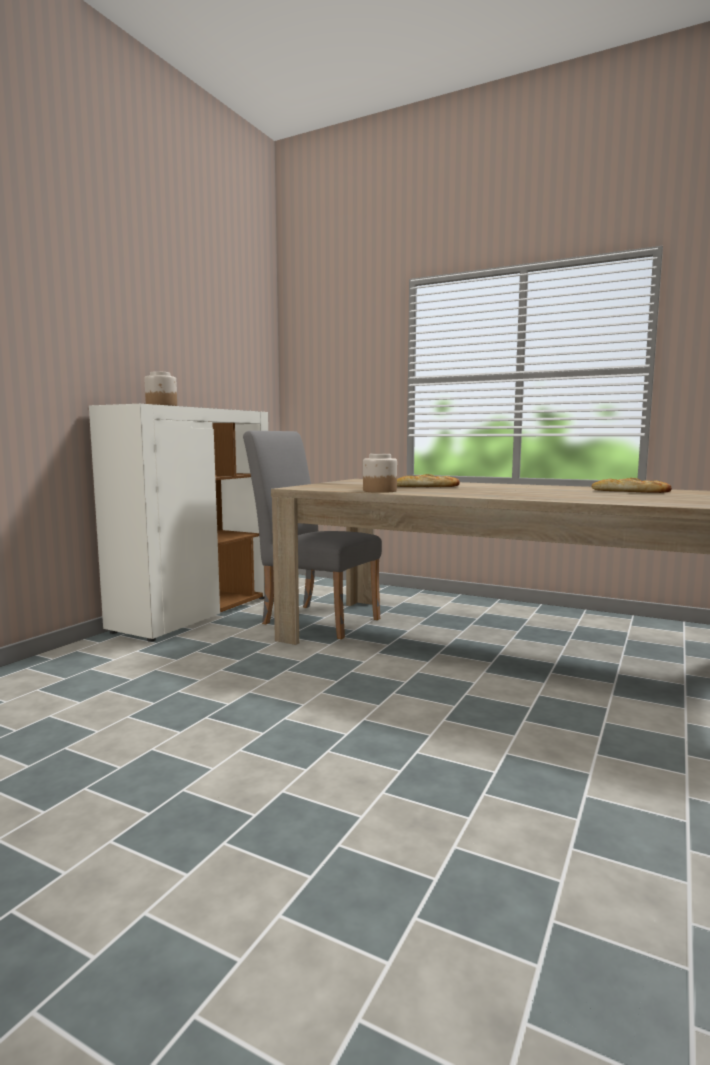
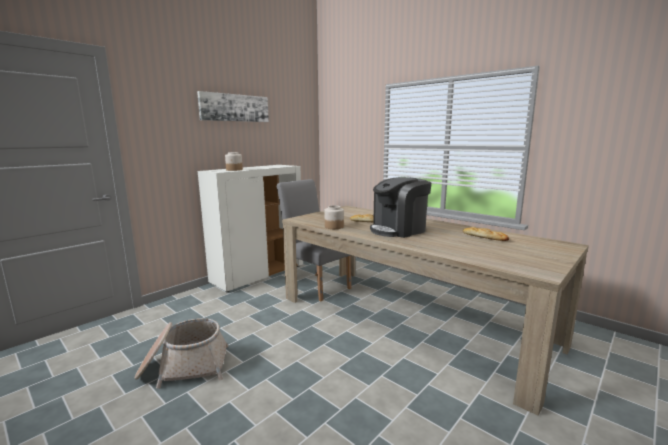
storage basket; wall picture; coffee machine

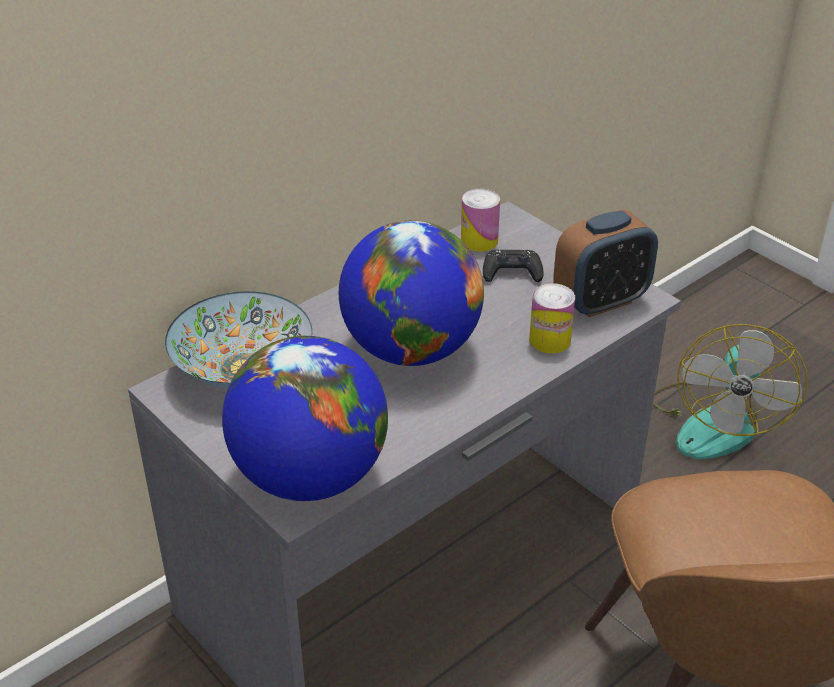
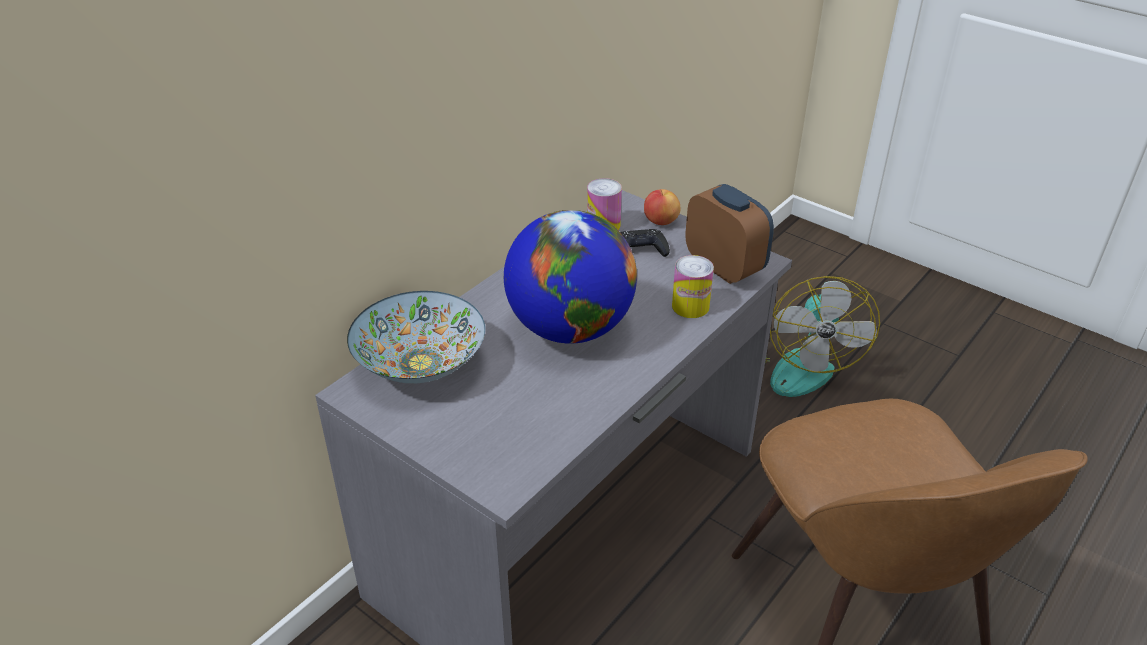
desk globe (1st from left in the first image); alarm clock; apple

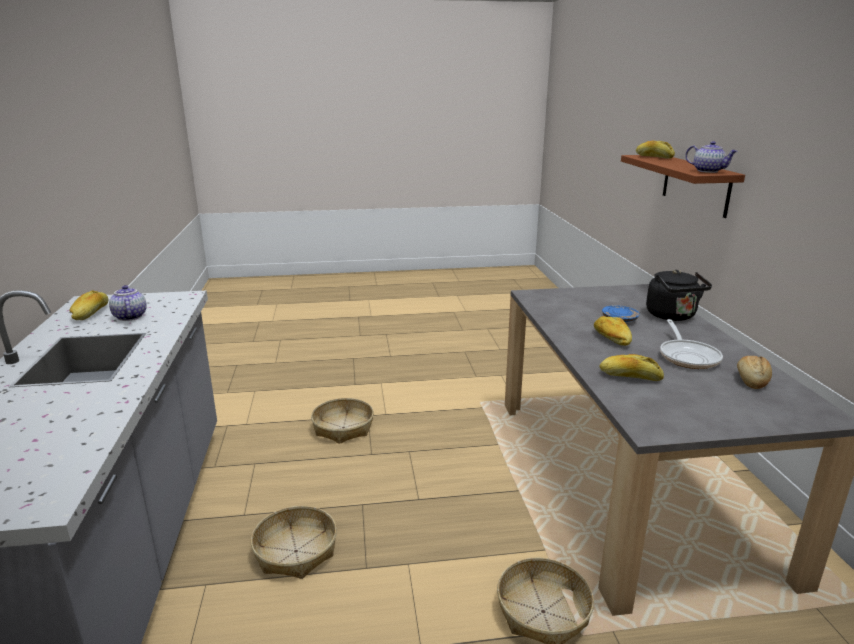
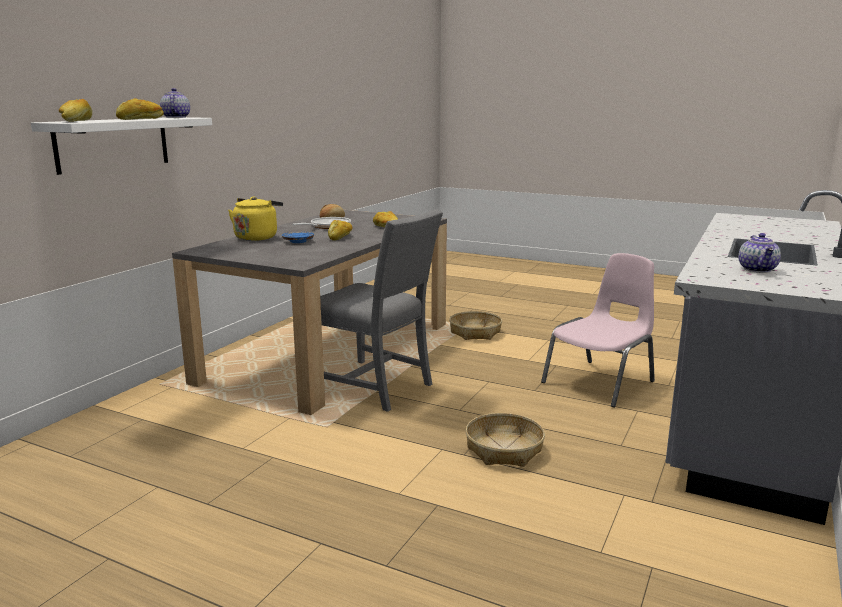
baked bread (2nd from left); pinkish chair; whitish wall shelf; yellow kettle; greyish chair

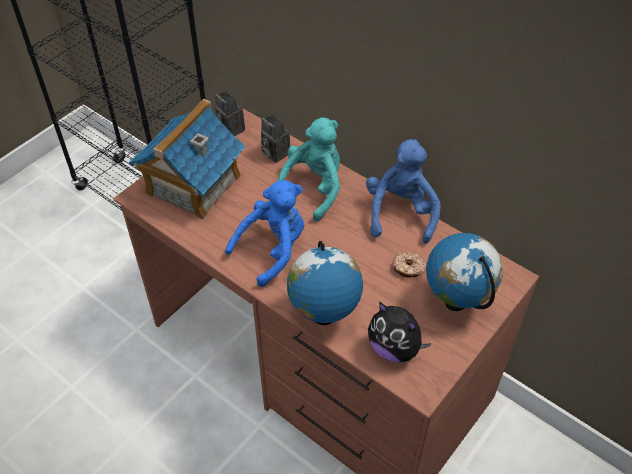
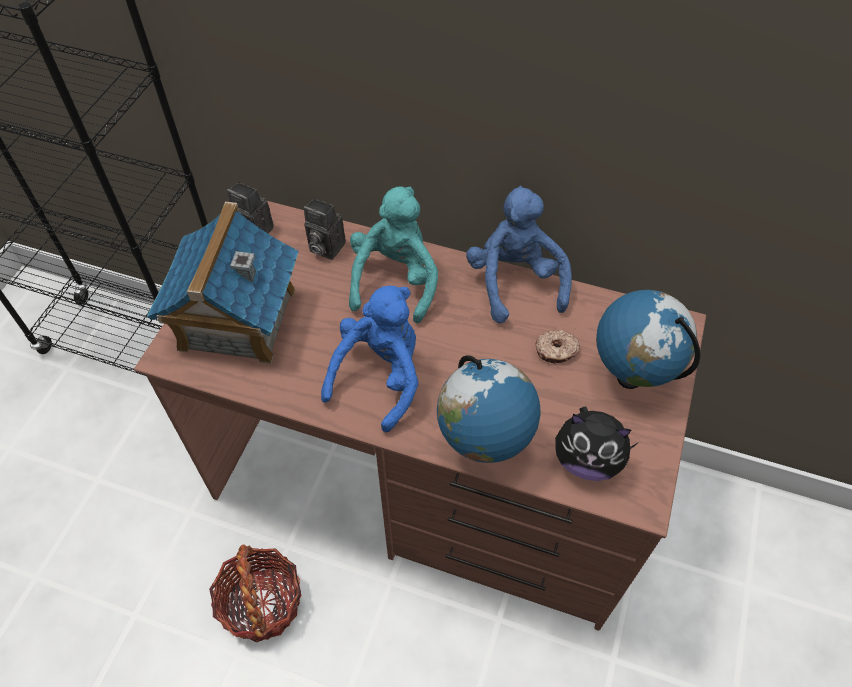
storage basket

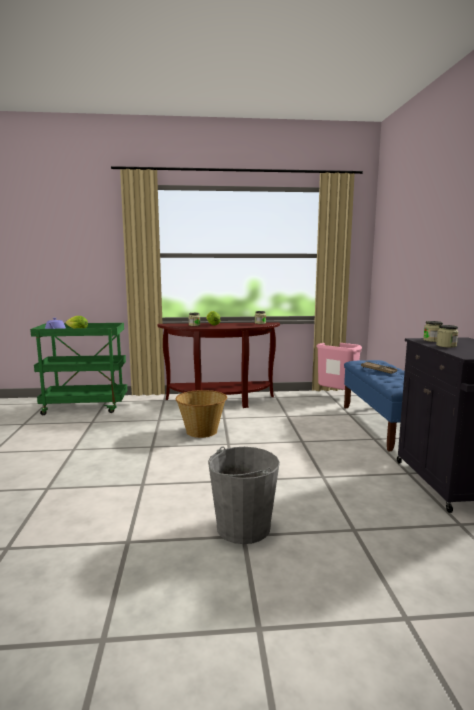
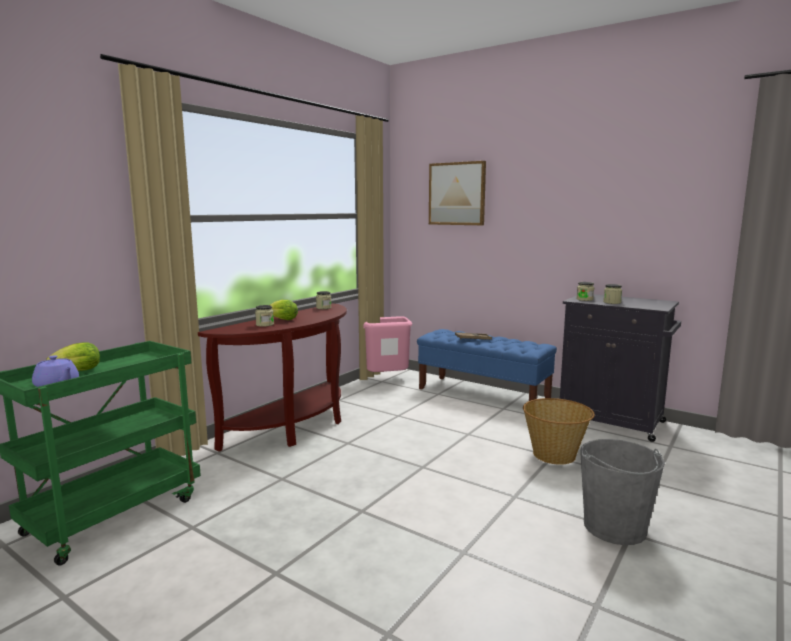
storage basket; wall picture

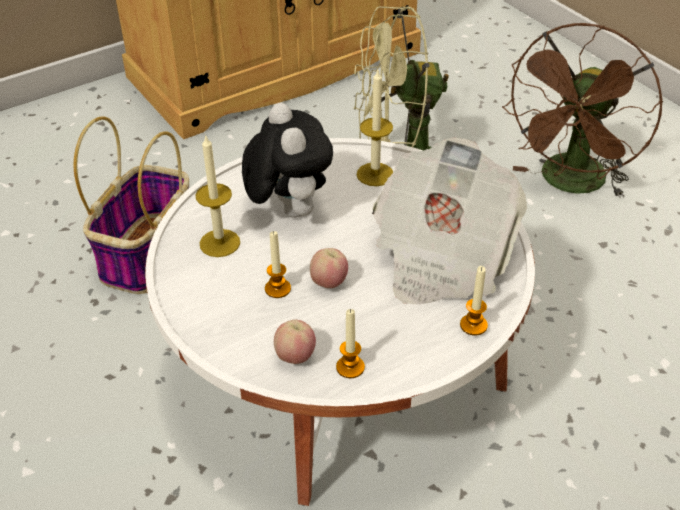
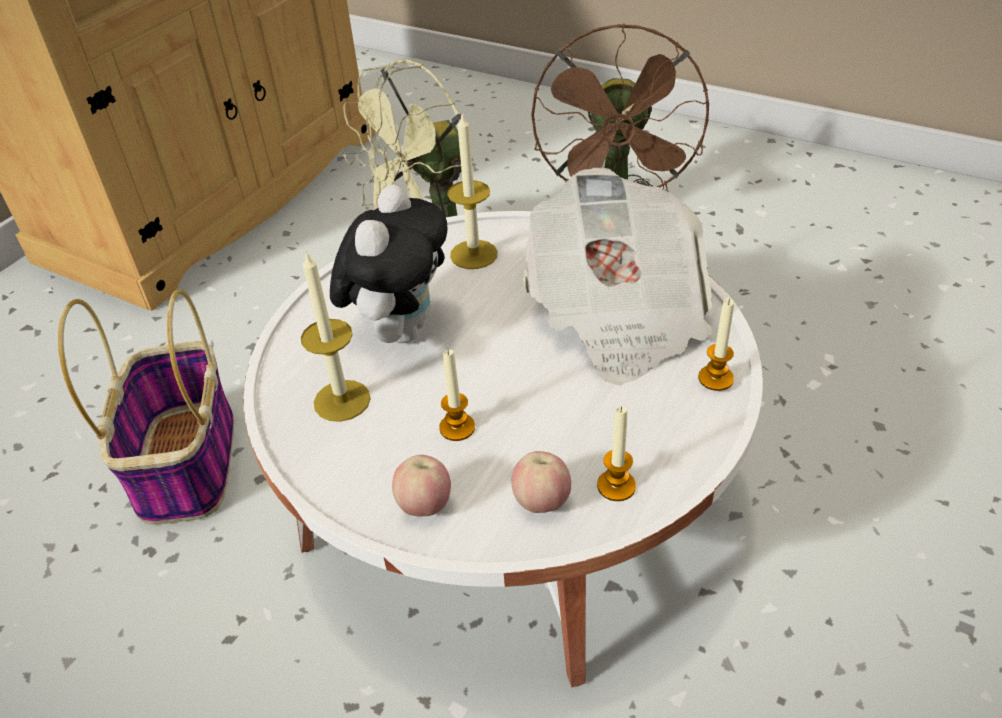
soft toy; apple (1st from left)

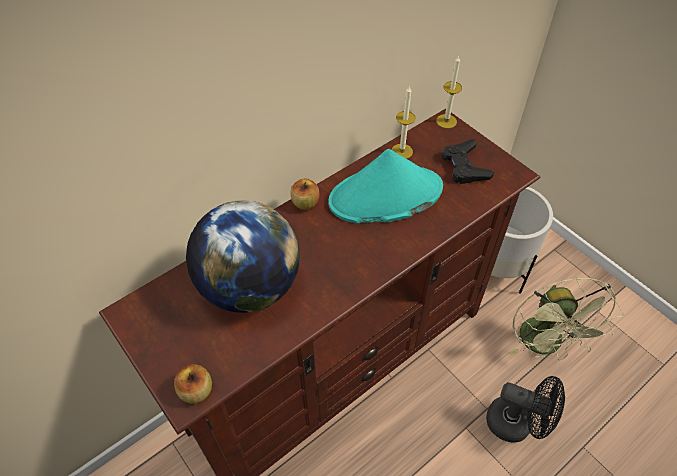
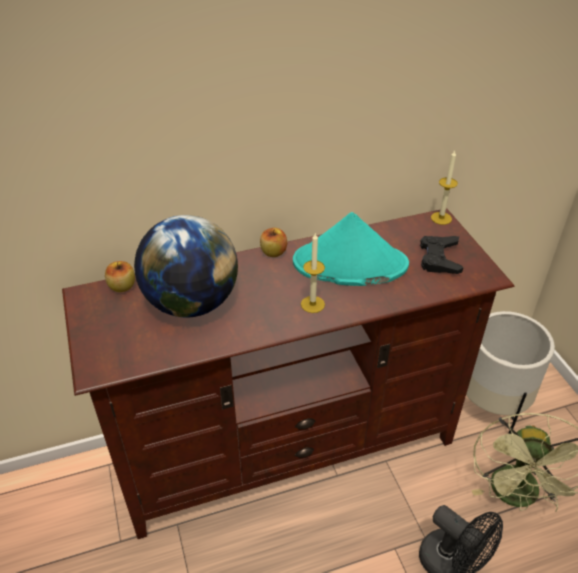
apple (1st from left); wax candle (1st from left)

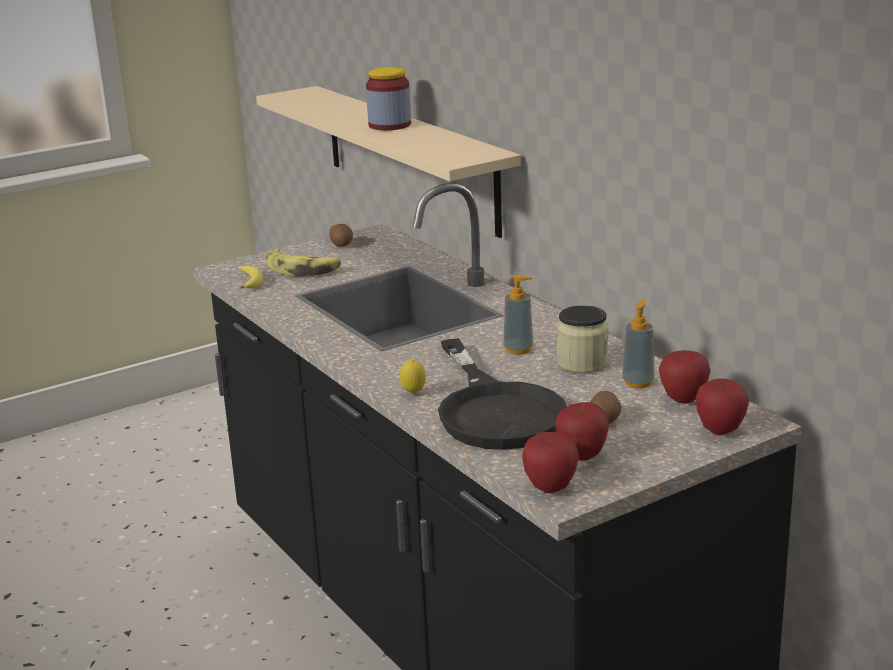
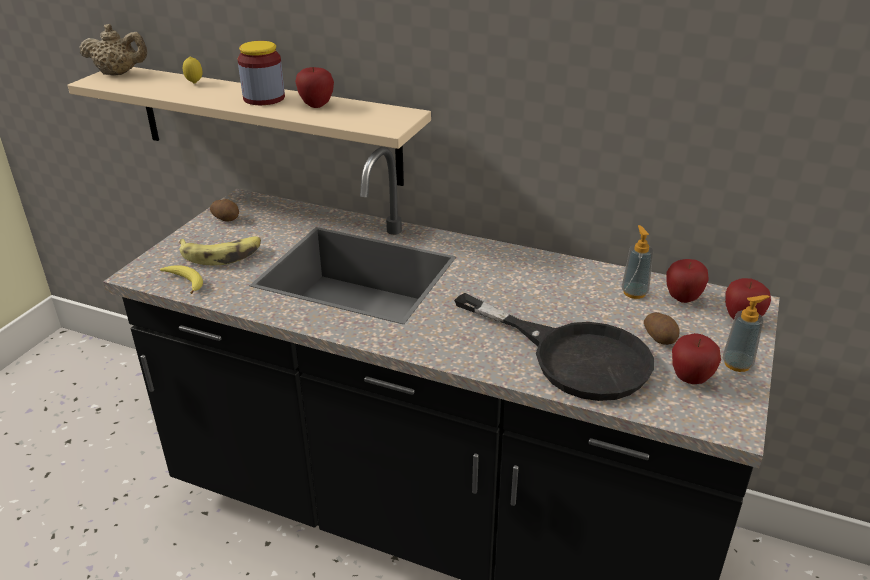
whole lemon; soap dispenser (2nd from left); apple (1st from left); storage jar (2nd from left in the first image); beige tea pot

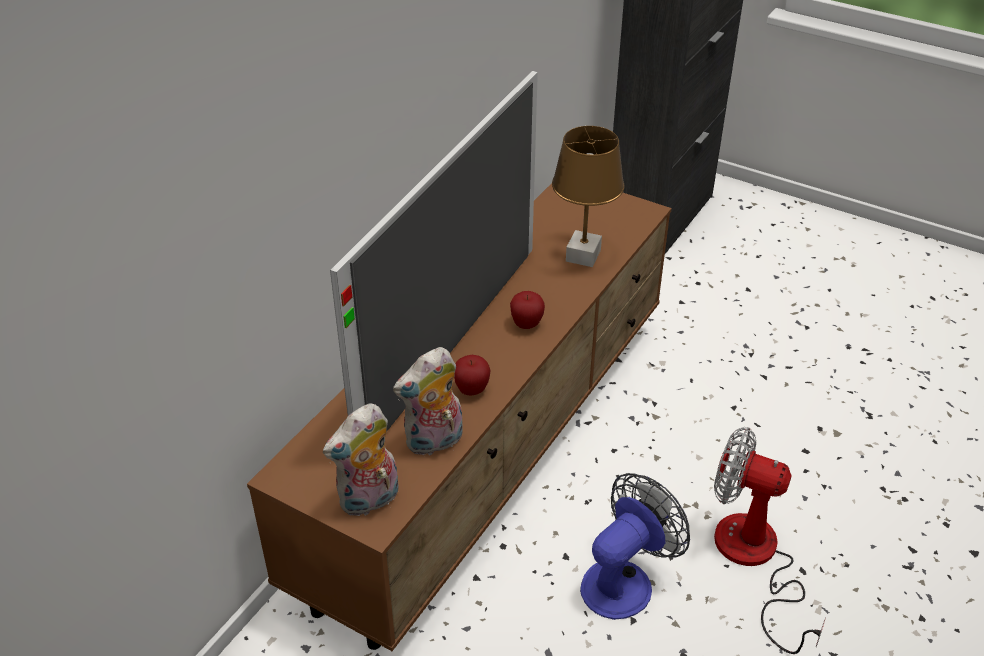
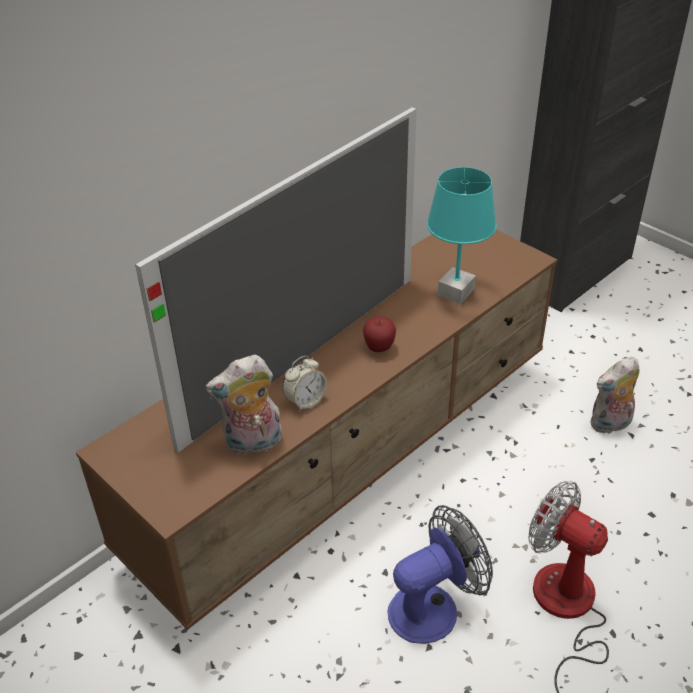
soft toy (2nd from left); alarm clock; turquoise-coloured table lamp

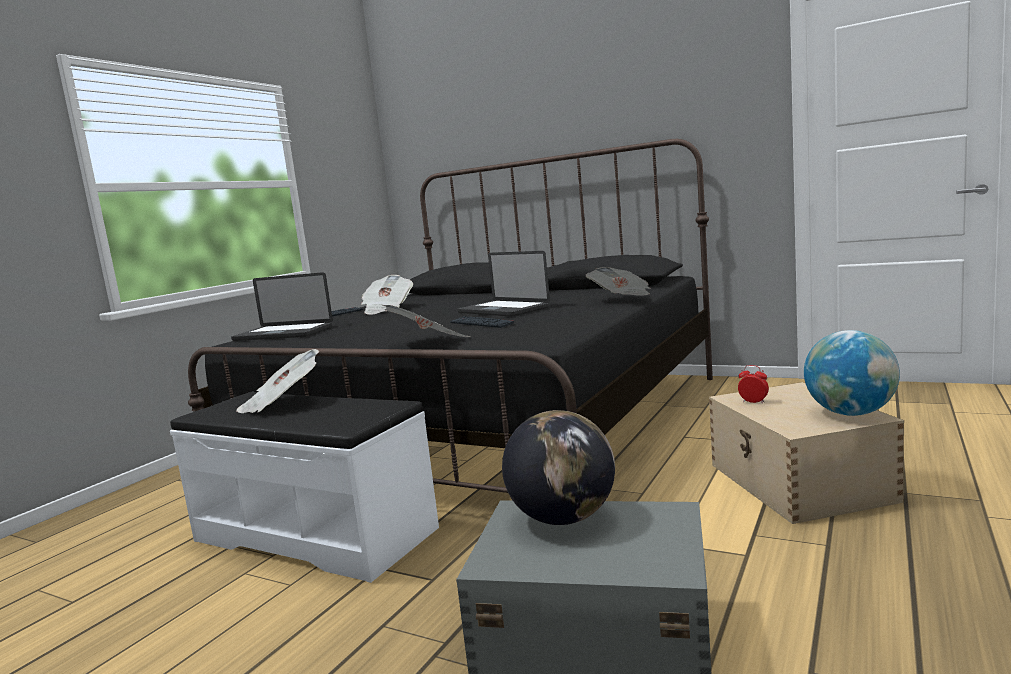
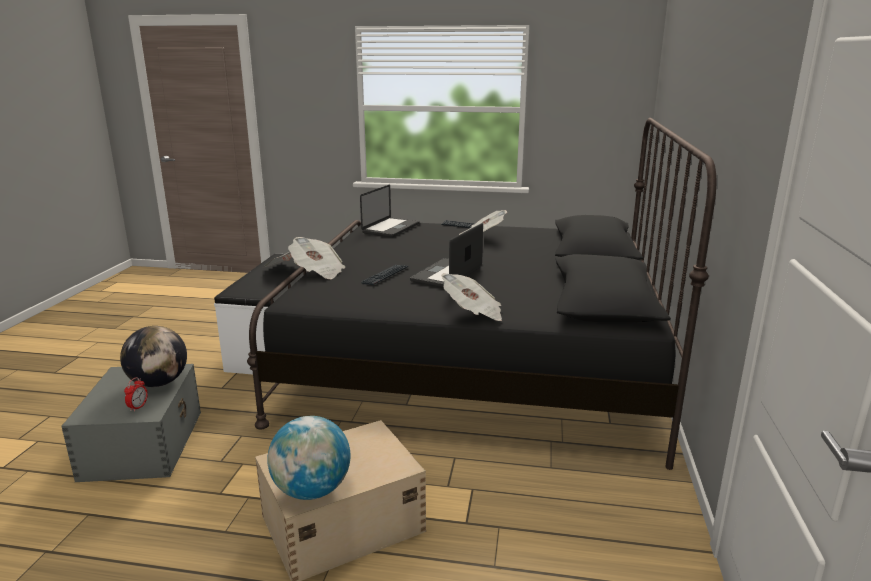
notebook computer (1st from left); alarm clock

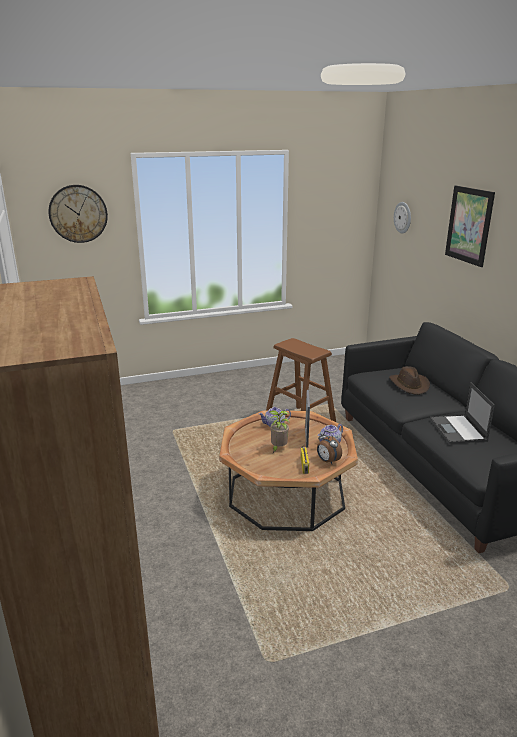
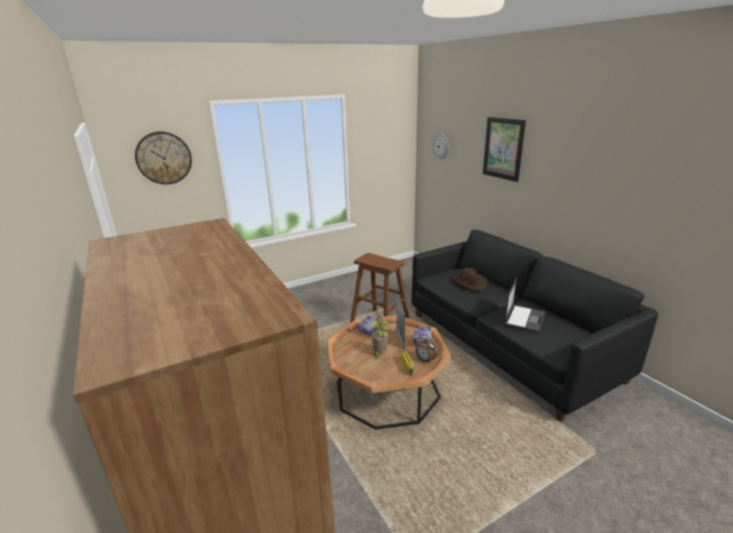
notebook computer

